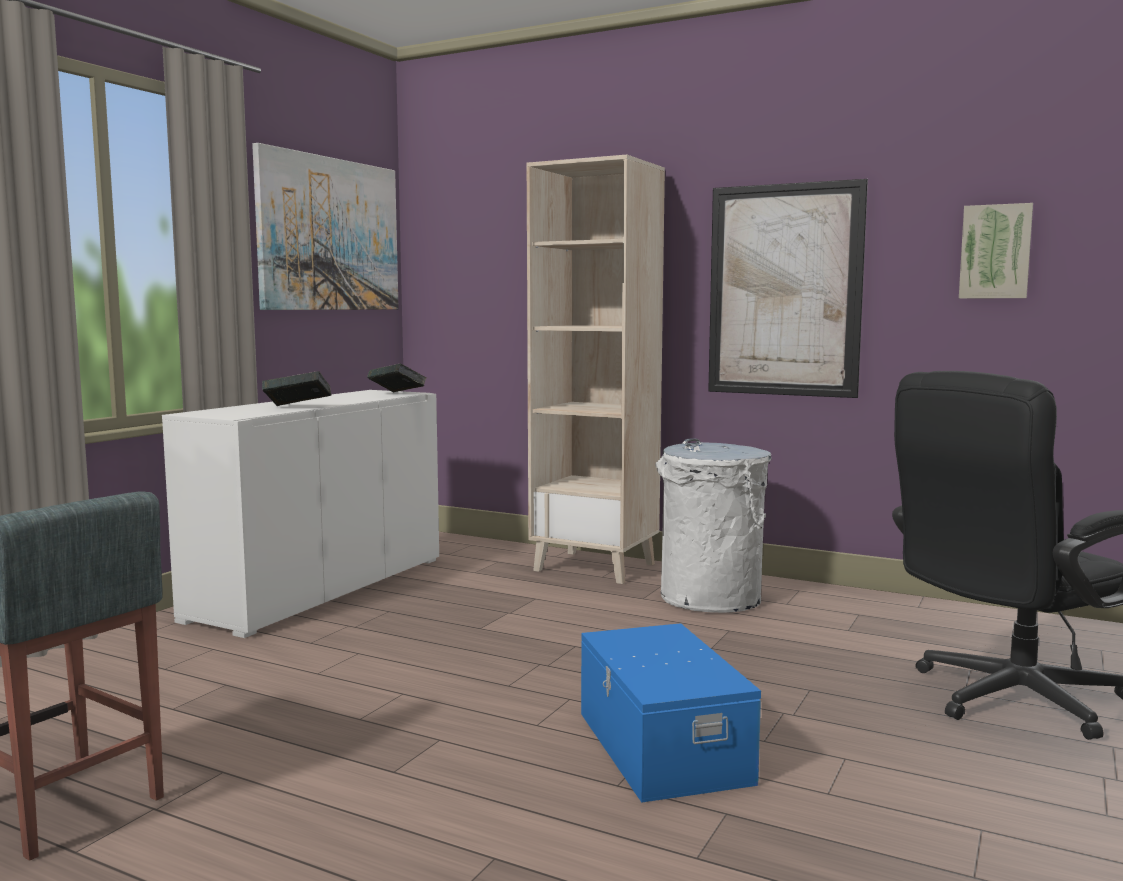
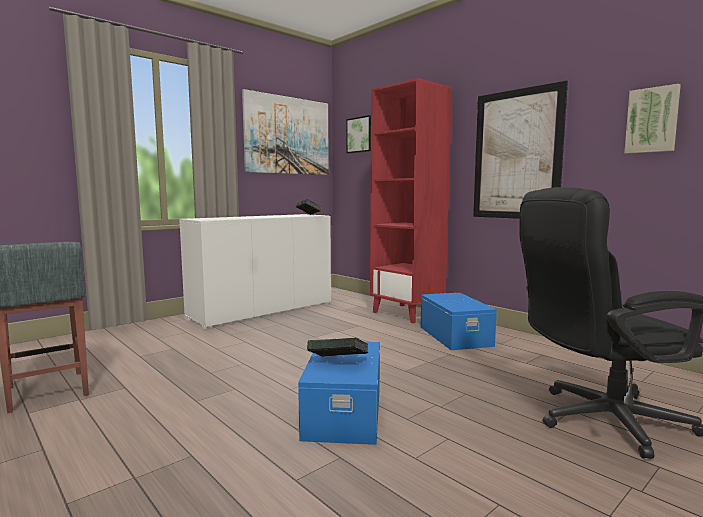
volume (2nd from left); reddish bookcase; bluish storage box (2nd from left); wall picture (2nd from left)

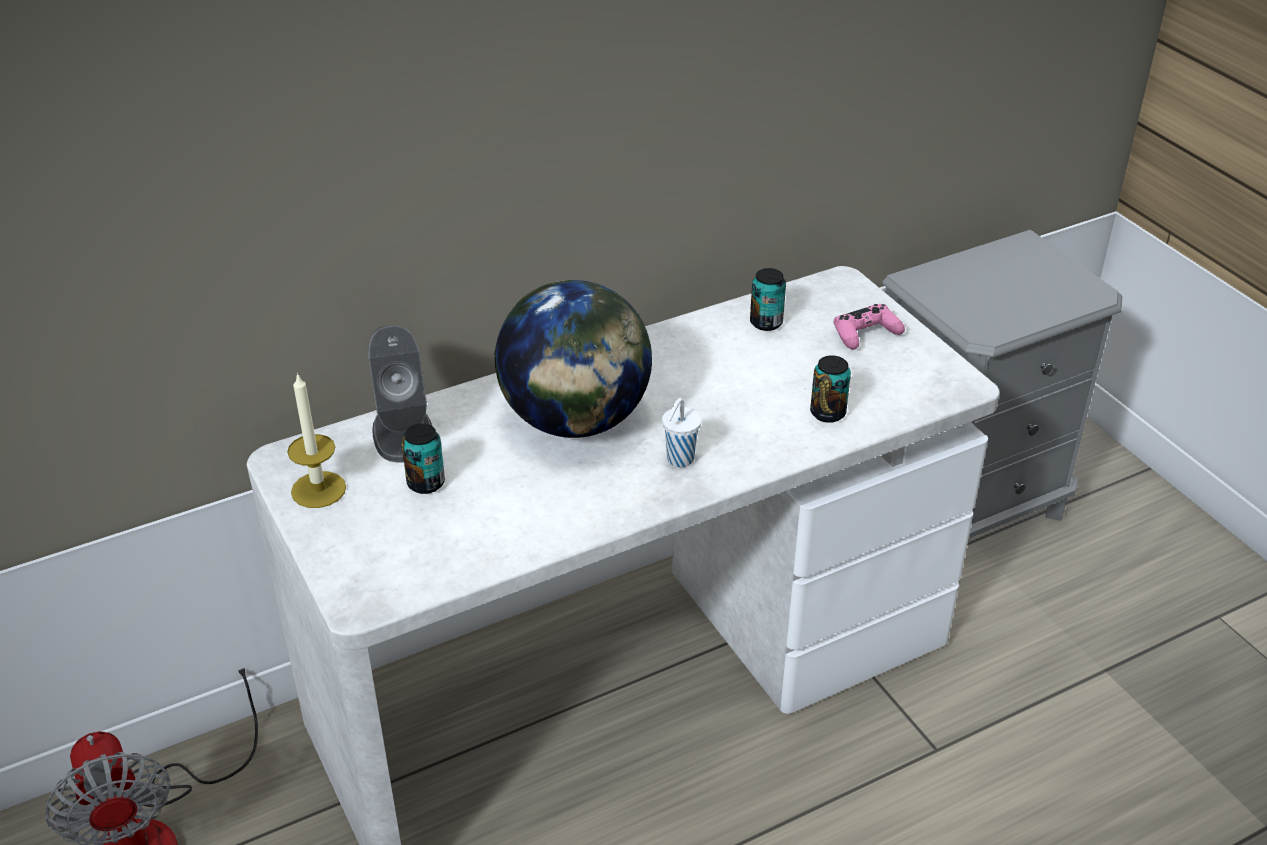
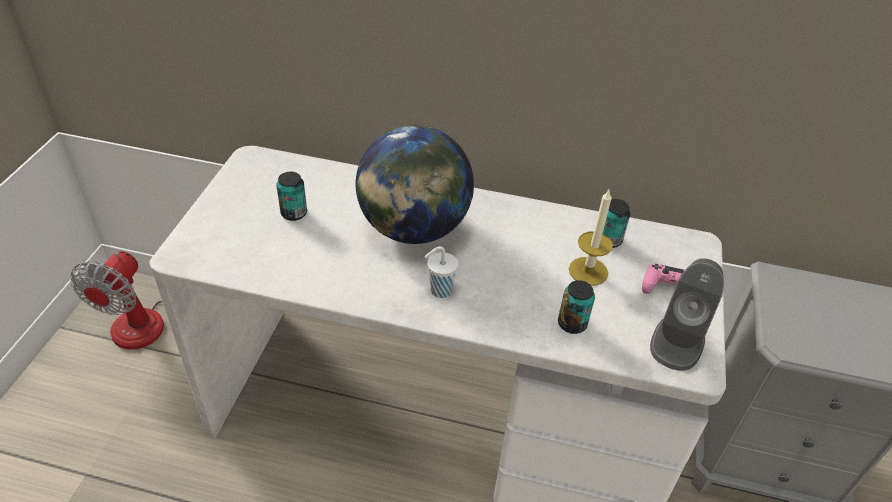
wax candle; greyish audio speaker

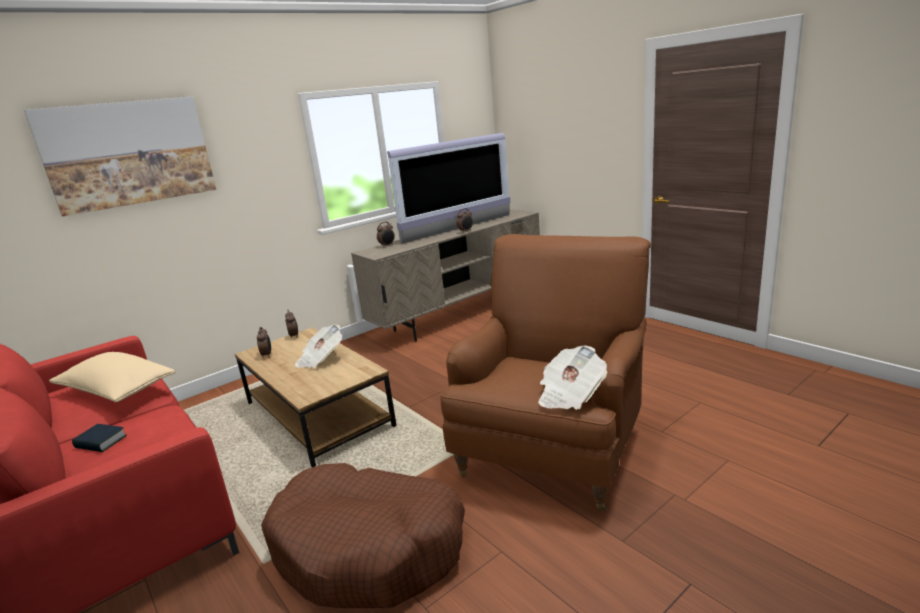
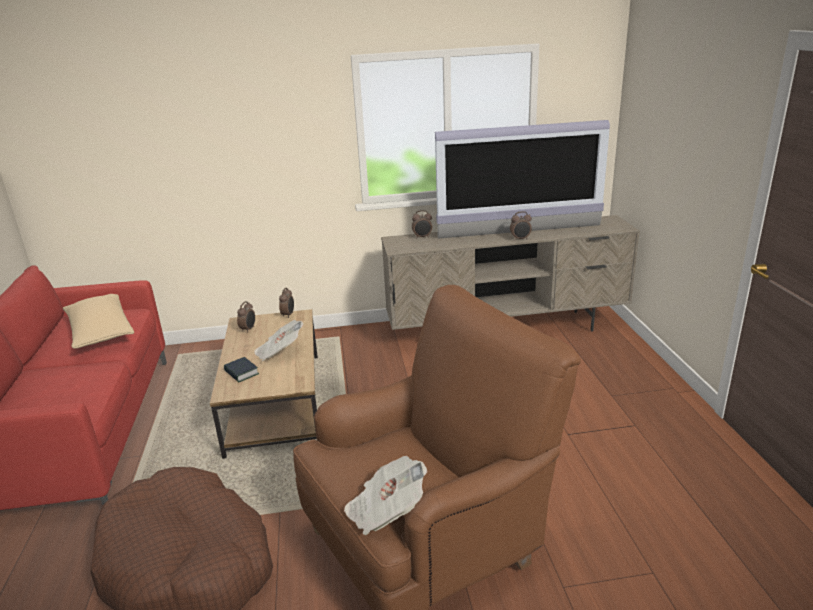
wall picture; volume

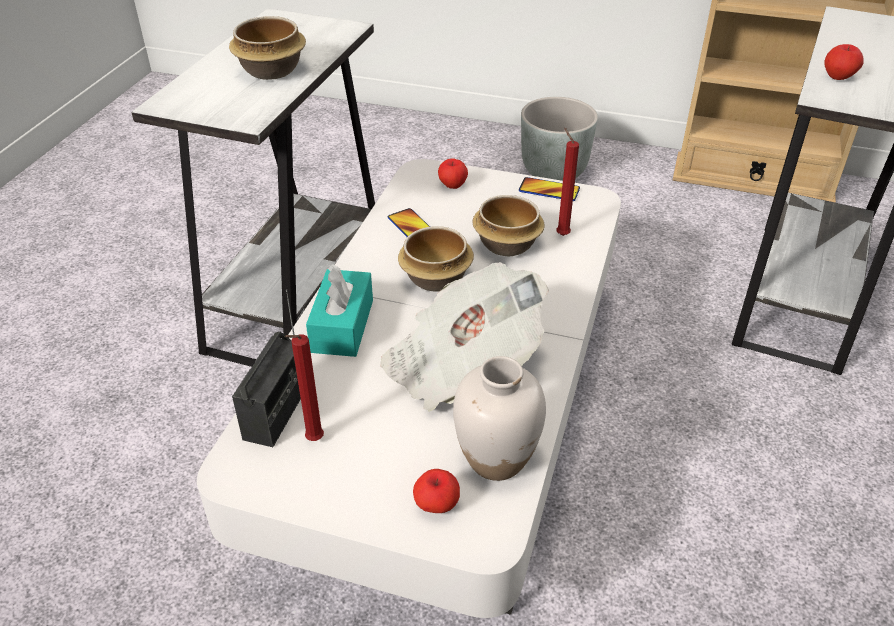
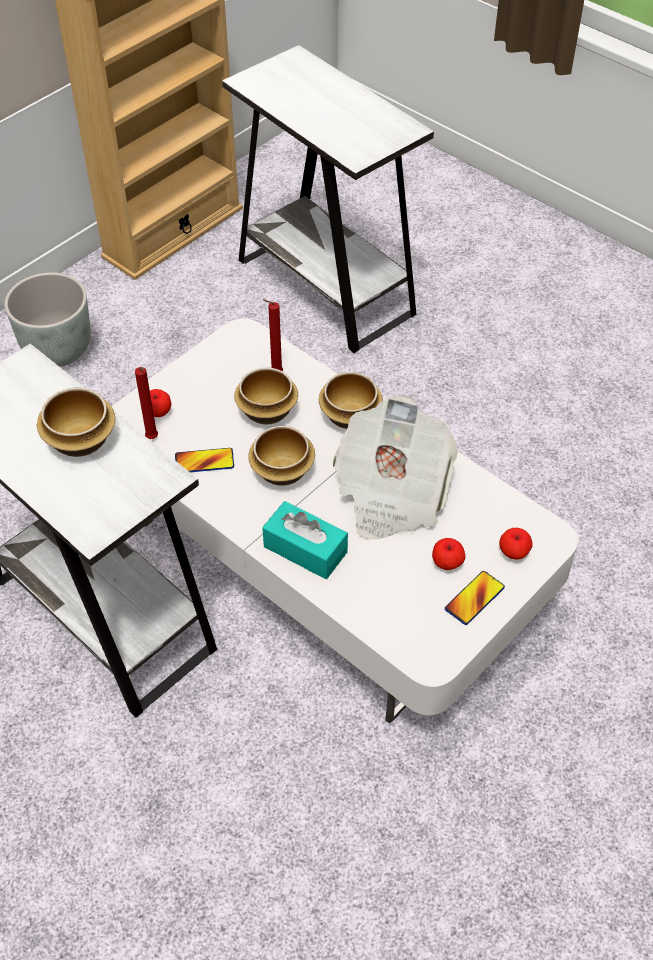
radio; reddish wax candle (1st from left); whitish decorative vase; phone (2nd from left); apple (2nd from left); bowl (4th from left)

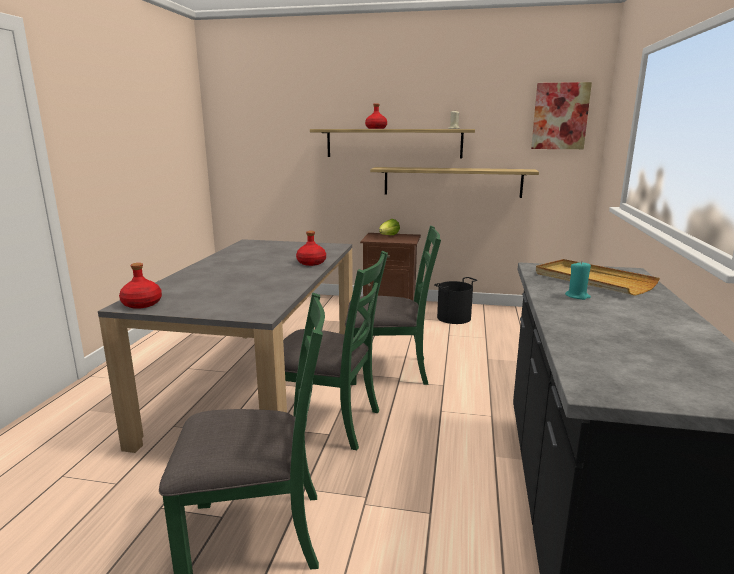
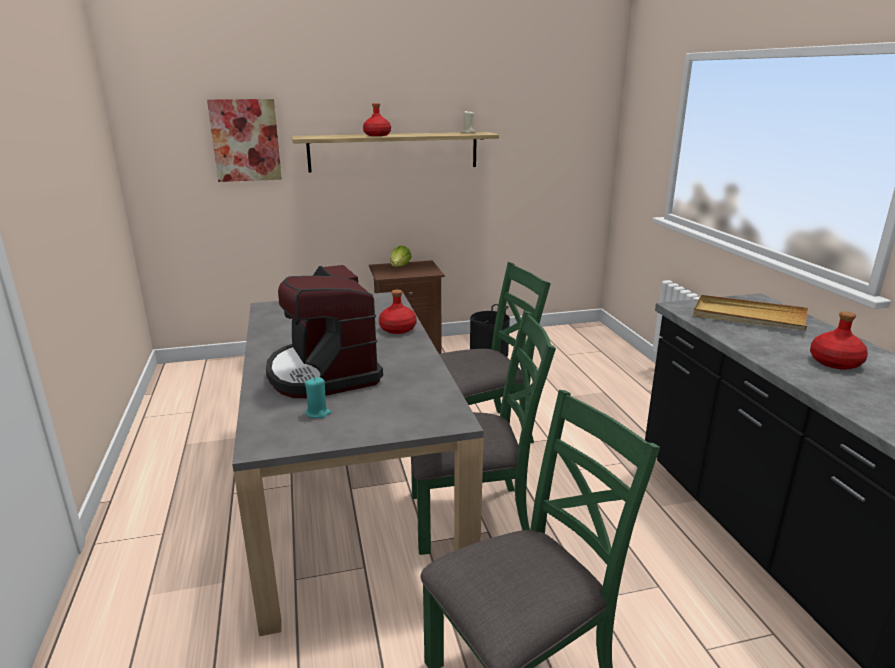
reddish beverage bottle (3rd from left); wall shelf (2nd from left in the first image); wall picture; turquoise-coloured wax candle; coffee machine

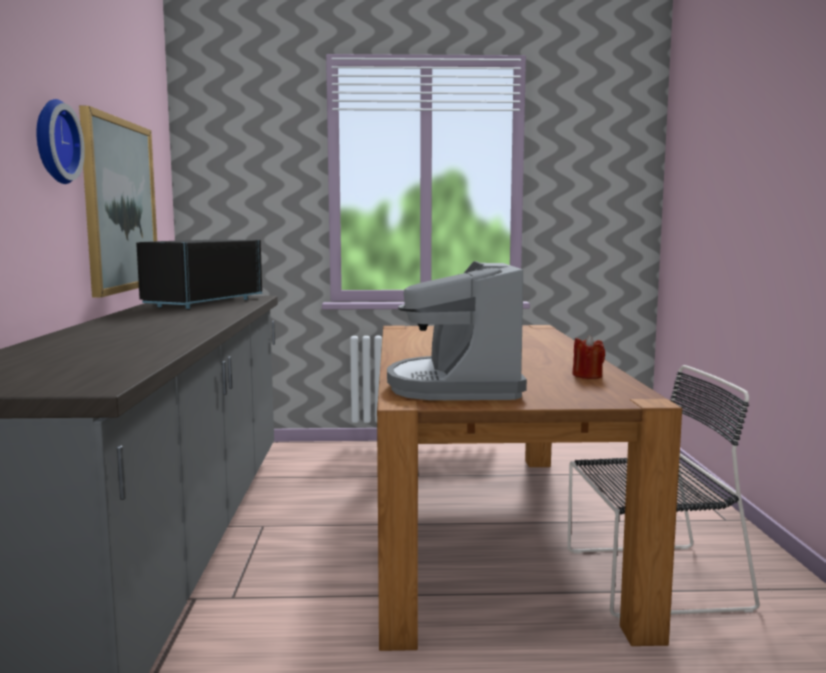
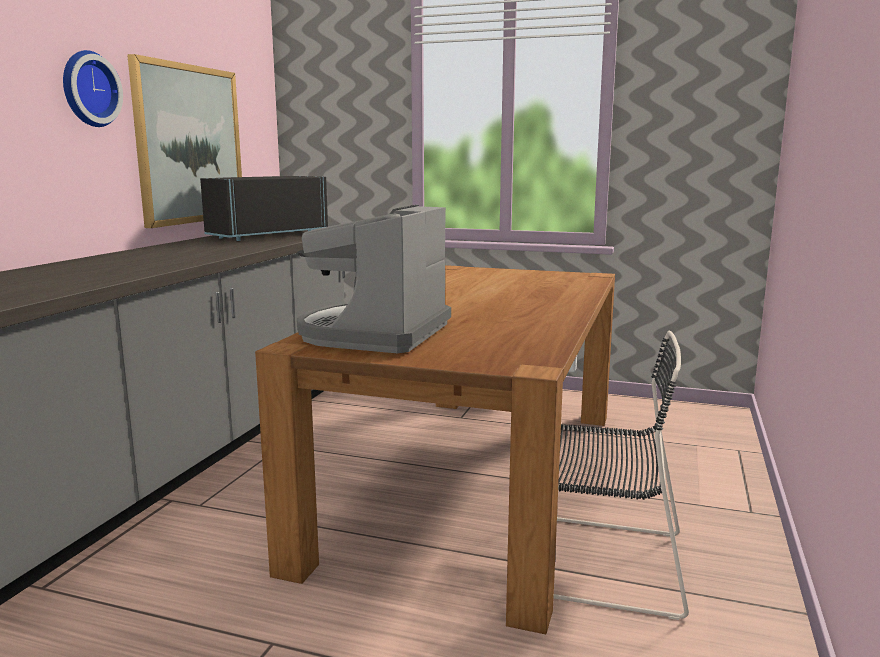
reddish wax candle

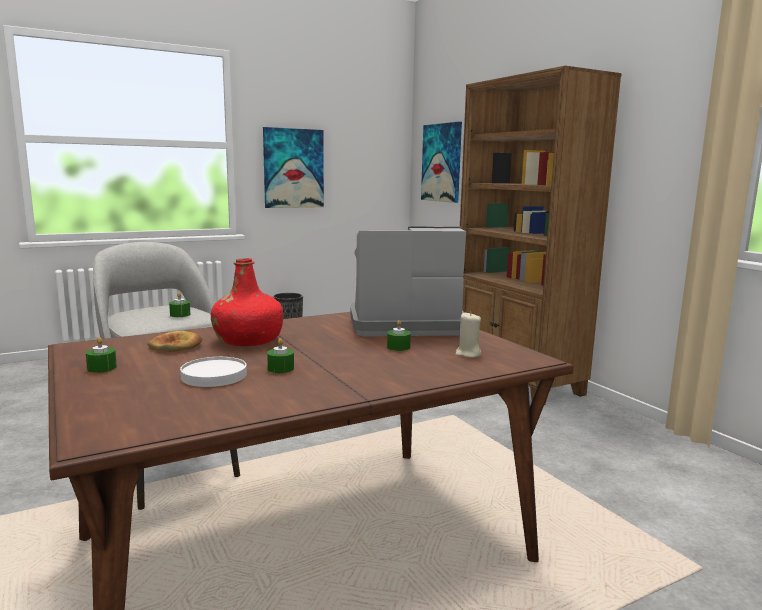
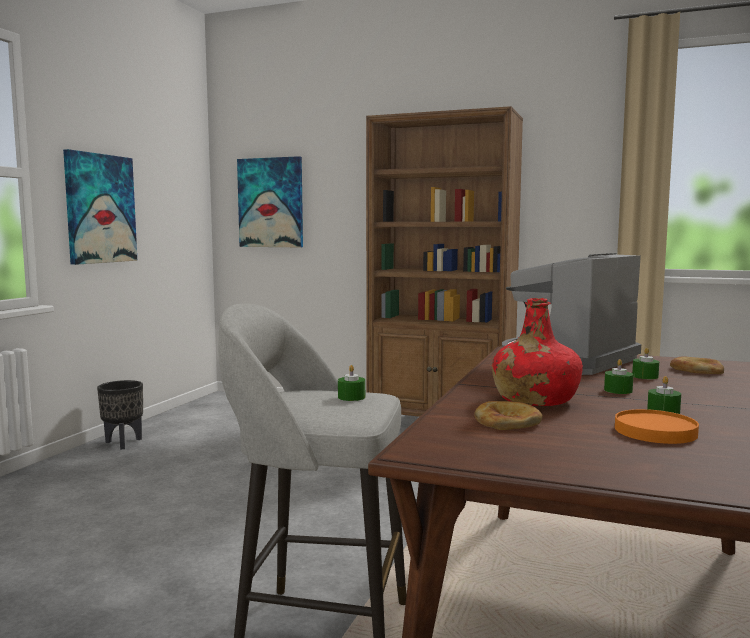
green wax candle (2nd from left); orangey dinner plate; baked bread (2nd from left)

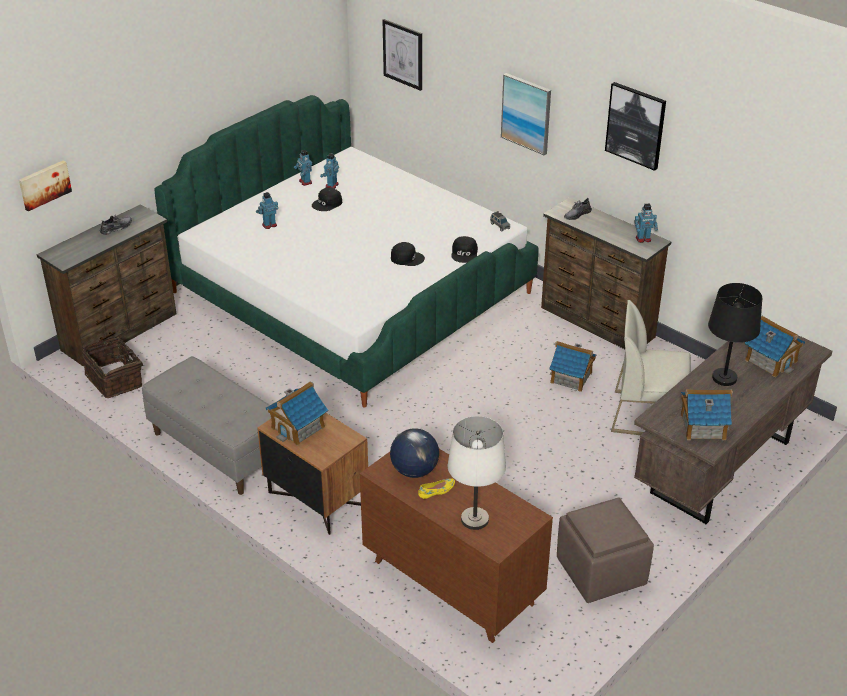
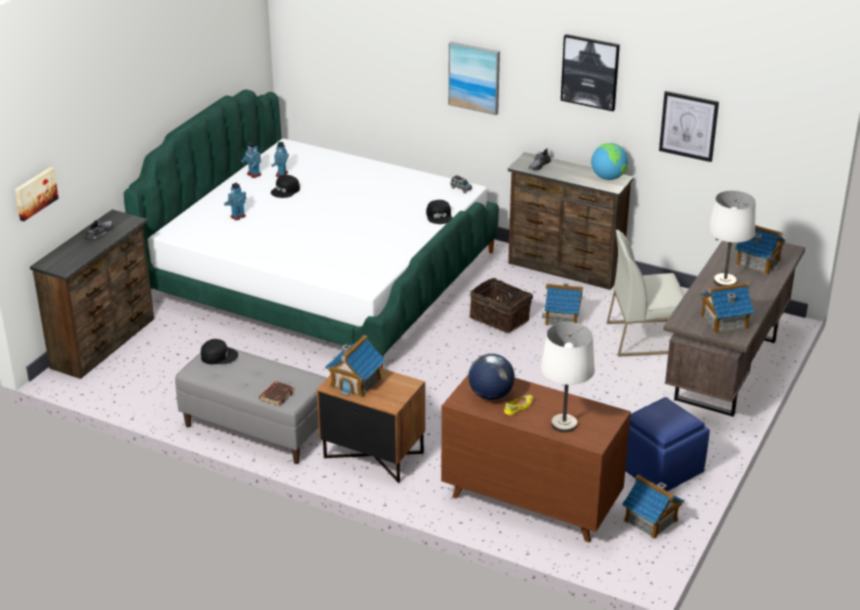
storage basket; wall picture (4th from left); blackish baseball cap (1st from left); bluish ottoman; desk globe (2nd from left); whitish table lamp (2nd from left); brownish volume; model house (3rd from left)

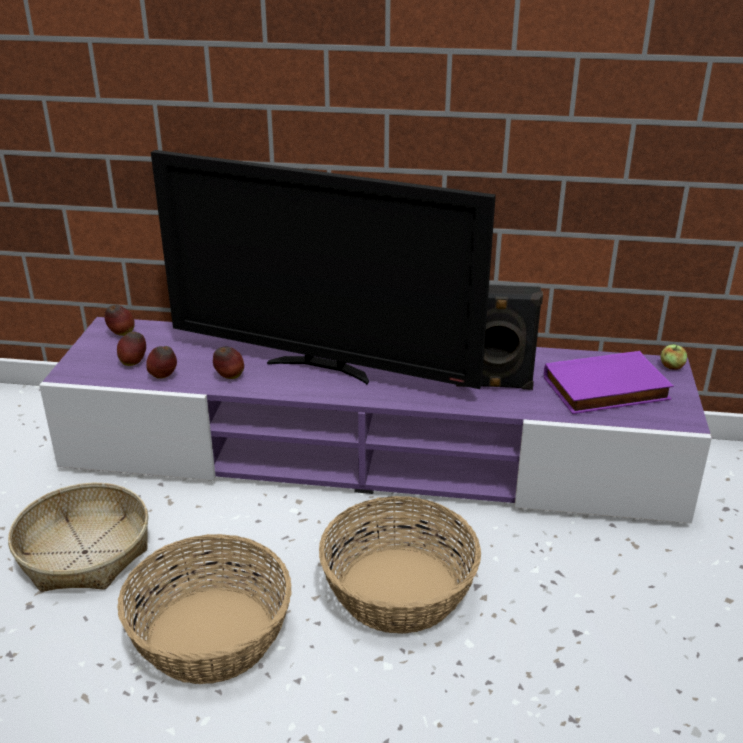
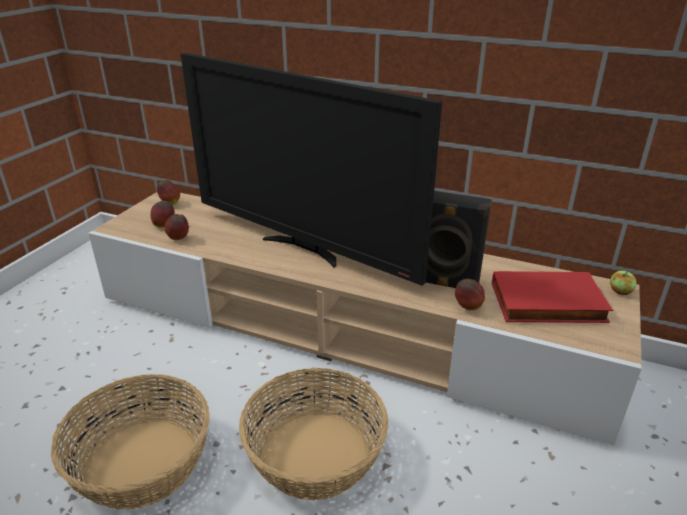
storage basket (1st from left in the first image); beige tv stand; apple (4th from left); reddish volume

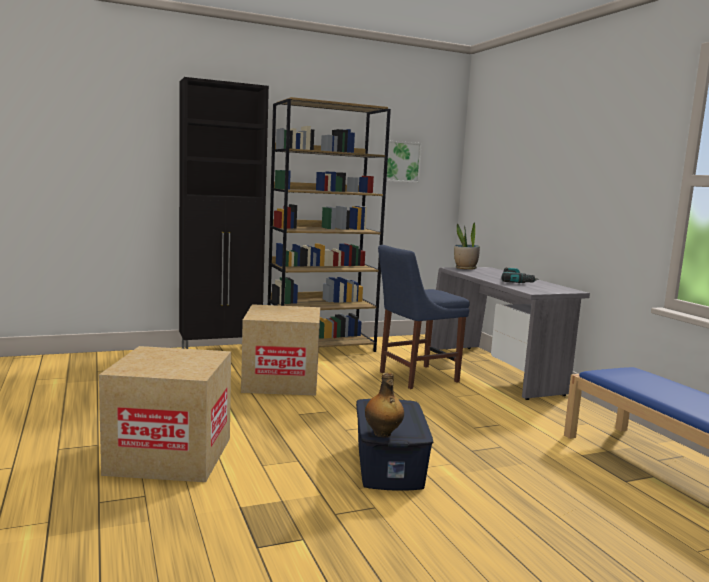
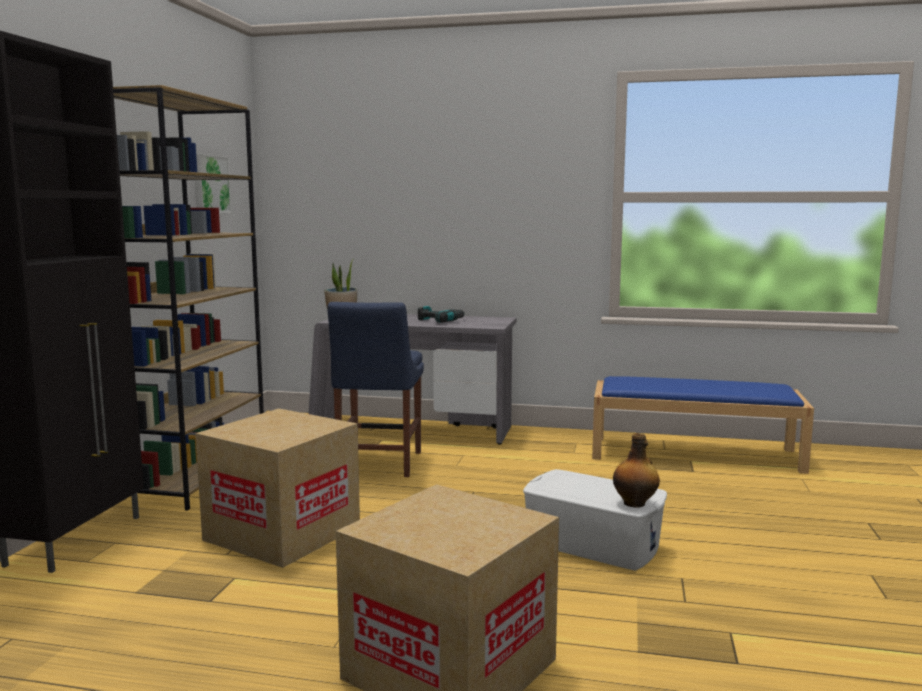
whitish storage box

